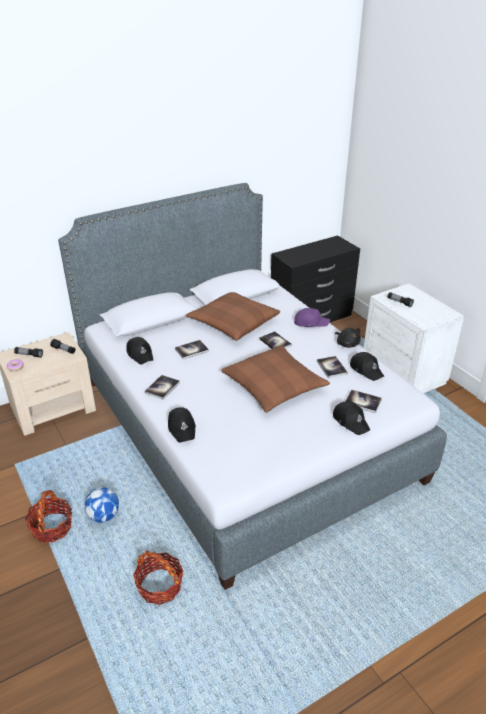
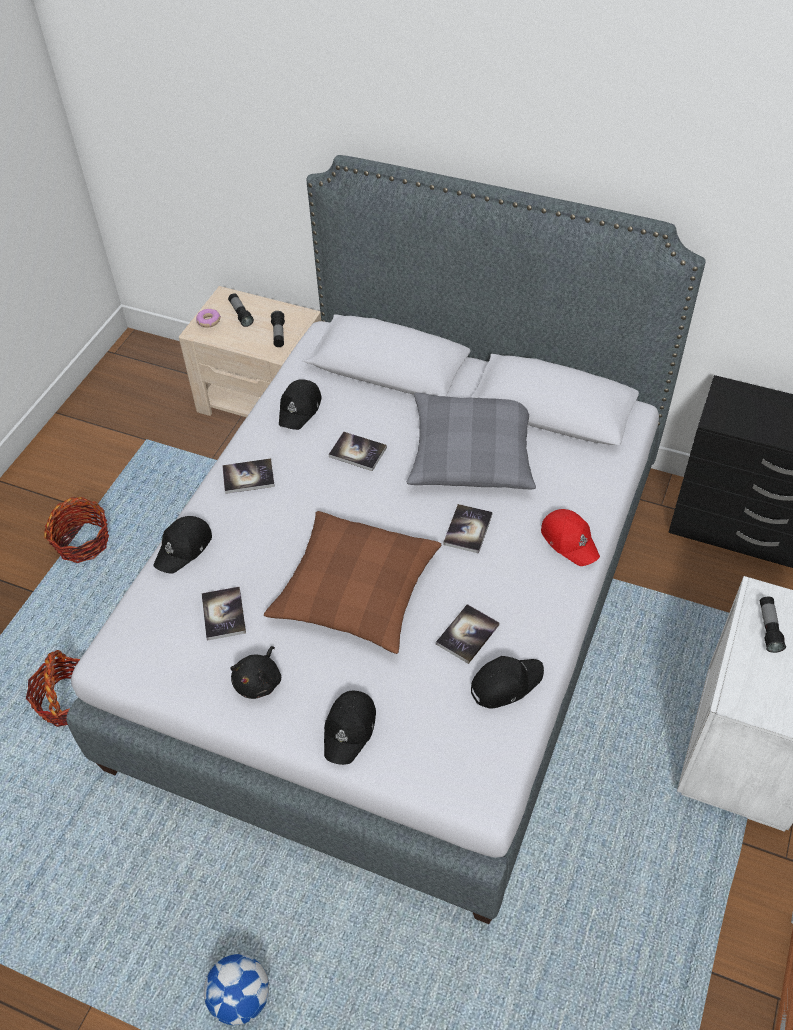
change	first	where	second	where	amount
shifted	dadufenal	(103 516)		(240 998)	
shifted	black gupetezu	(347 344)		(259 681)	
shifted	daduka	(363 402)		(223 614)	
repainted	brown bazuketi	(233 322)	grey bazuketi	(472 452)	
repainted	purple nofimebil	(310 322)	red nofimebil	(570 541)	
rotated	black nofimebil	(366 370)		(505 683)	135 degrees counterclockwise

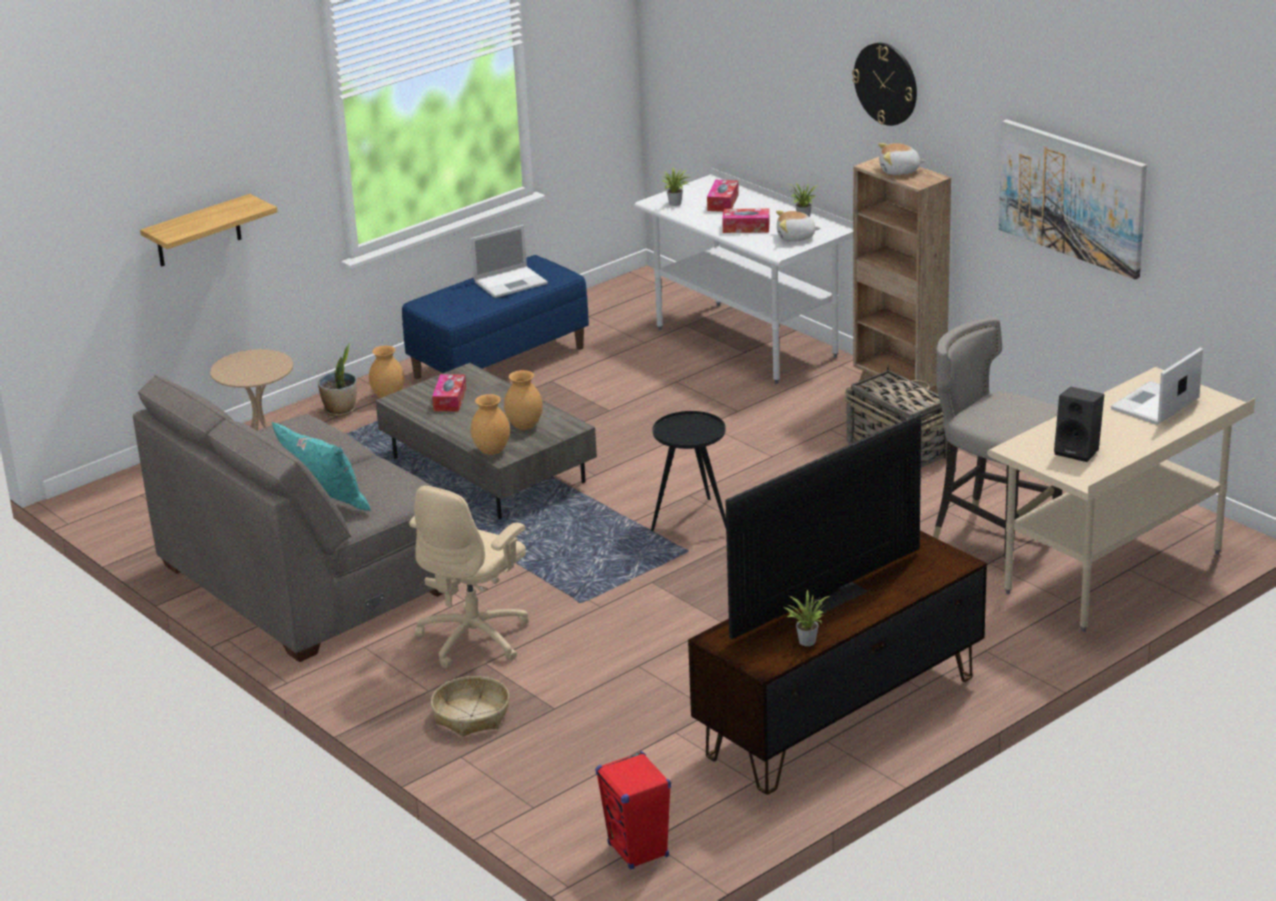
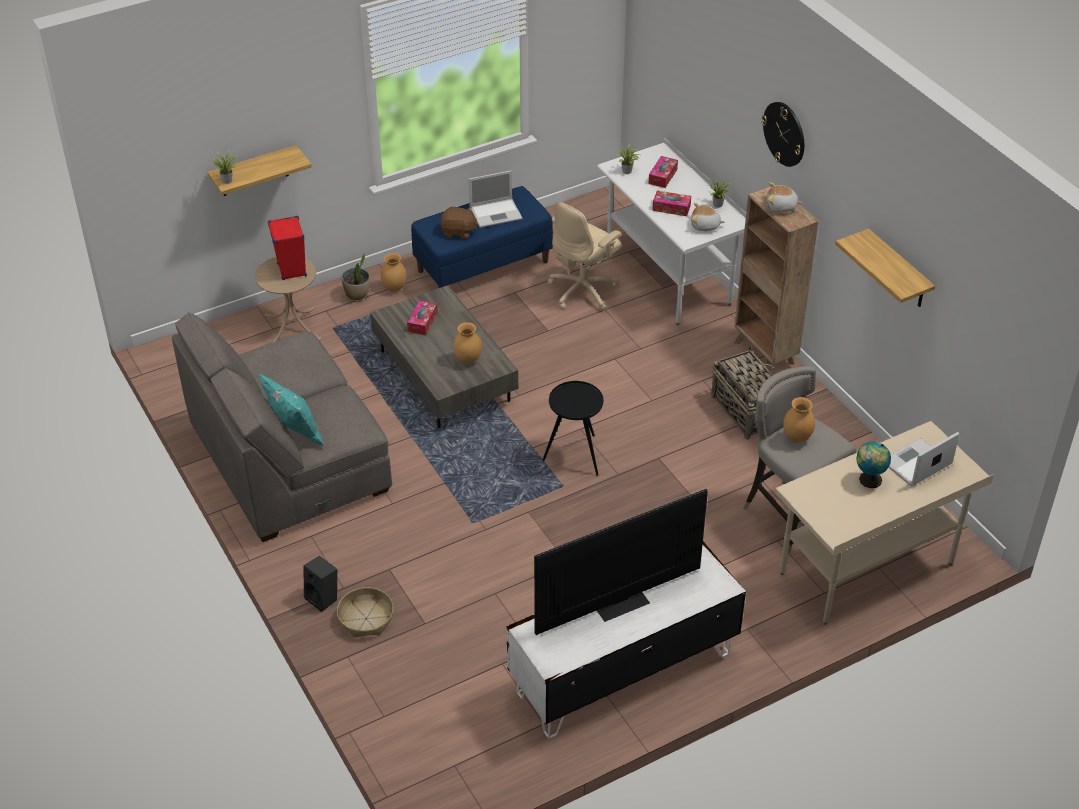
change	first	where	second	where	amount
new			brown gupetezu	(458 232)	
new			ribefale	(869 480)	
shifted	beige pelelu	(475 638)		(584 291)	
shifted	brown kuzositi	(491 451)		(796 438)	
shifted	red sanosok	(638 851)		(292 270)	
shifted	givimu	(806 640)		(226 180)	
shifted	black sanosok	(1079 451)		(323 598)	
swapped	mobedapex	(1072 197)	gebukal	(898 270)	
repainted	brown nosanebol	(839 715)	white nosanebol	(623 672)	

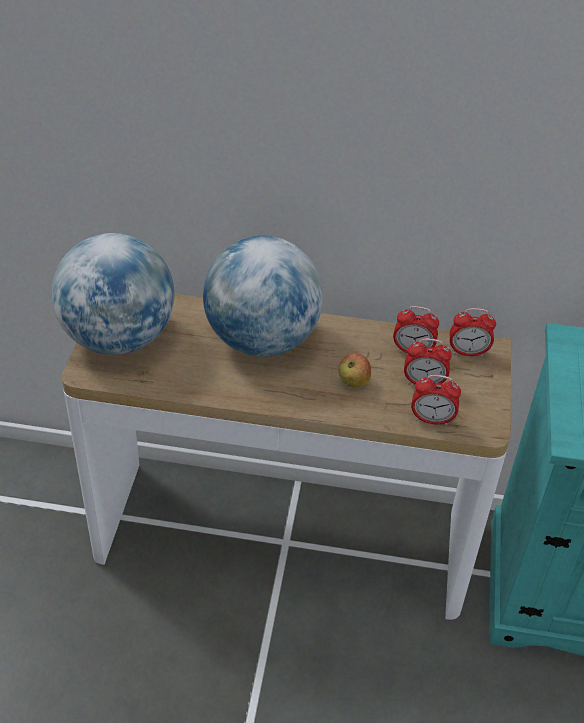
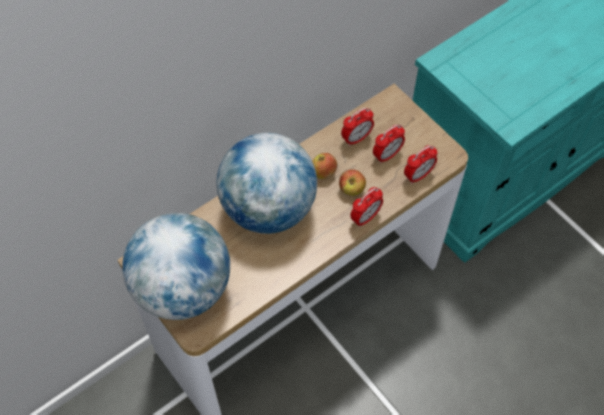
change	first	where	second	where	amount
new			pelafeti	(323 172)	
shifted	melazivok	(468 352)		(365 218)	

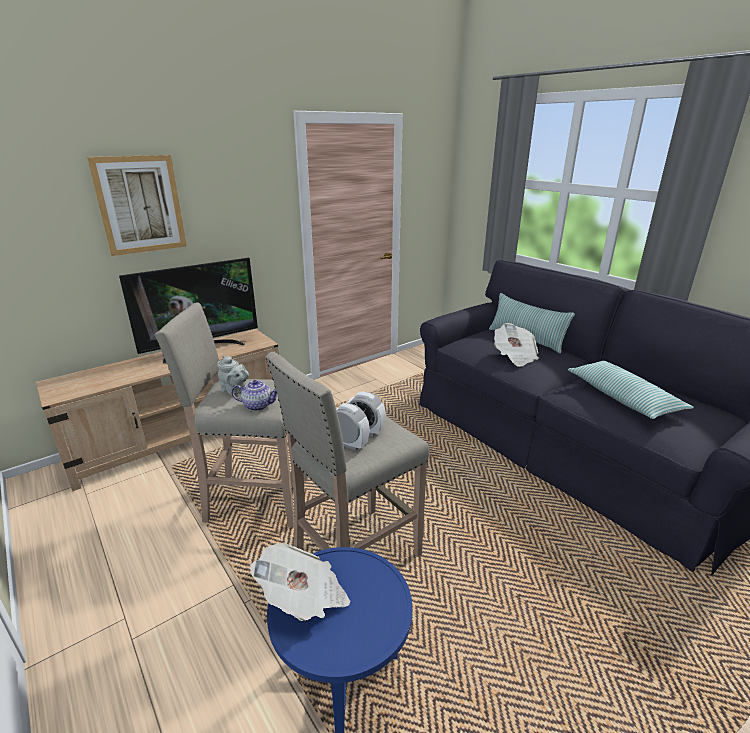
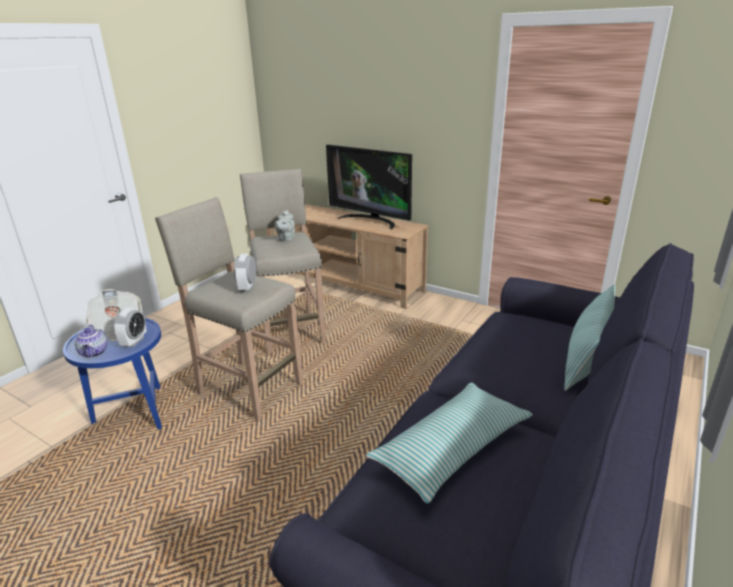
change	first	where	second	where	amount
gone	mobedapex	(140 205)			
gone	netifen	(514 356)			
shifted	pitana	(258 405)		(94 353)	
shifted	melazivok	(349 444)		(134 341)	

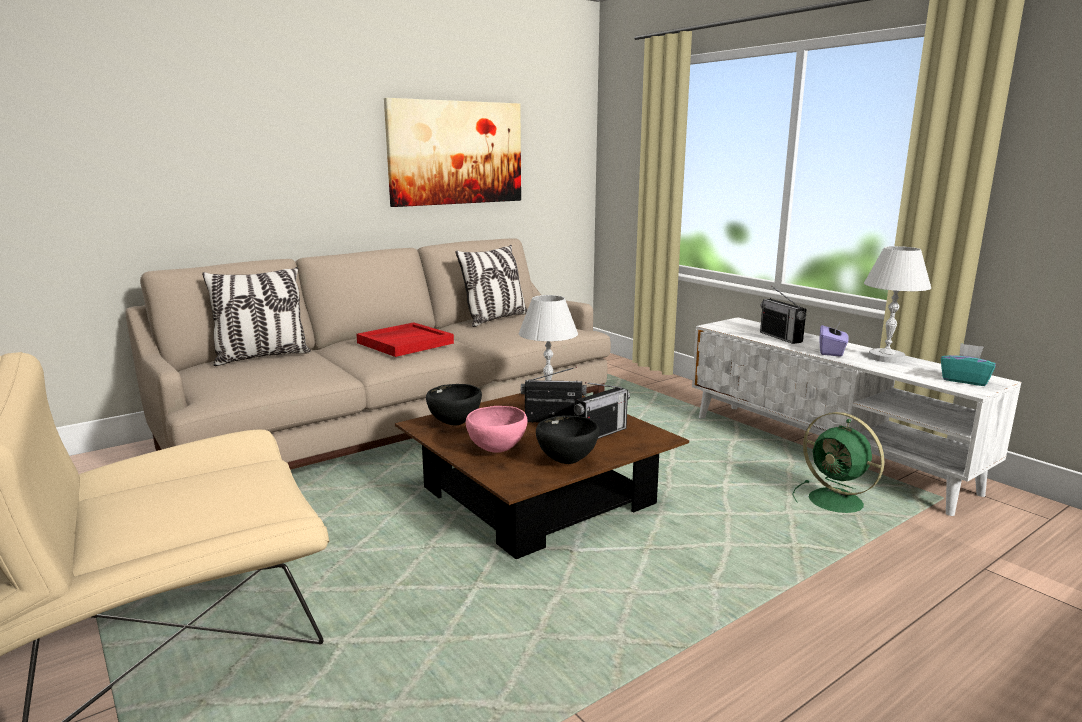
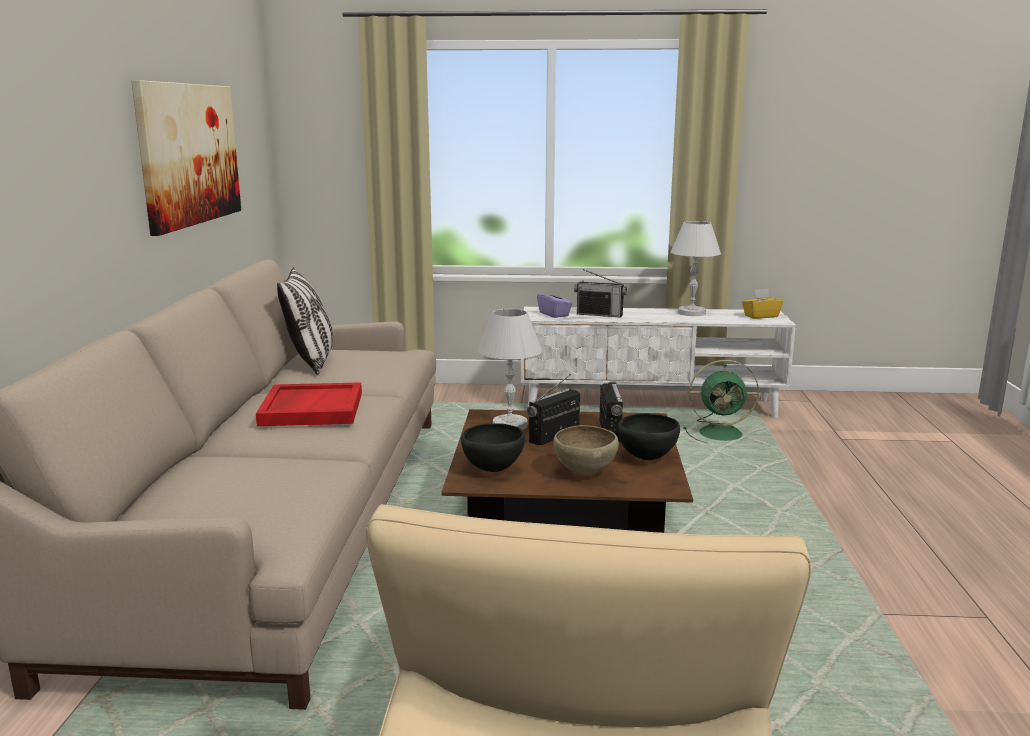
change	first	where	second	where	amount
gone	bazuketi	(262 357)			
shifted	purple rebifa	(831 352)		(554 314)	
repainted	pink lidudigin	(497 450)	brown lidudigin	(584 473)	
repainted	turquoise rebifa	(965 380)	yellow rebifa	(761 316)	

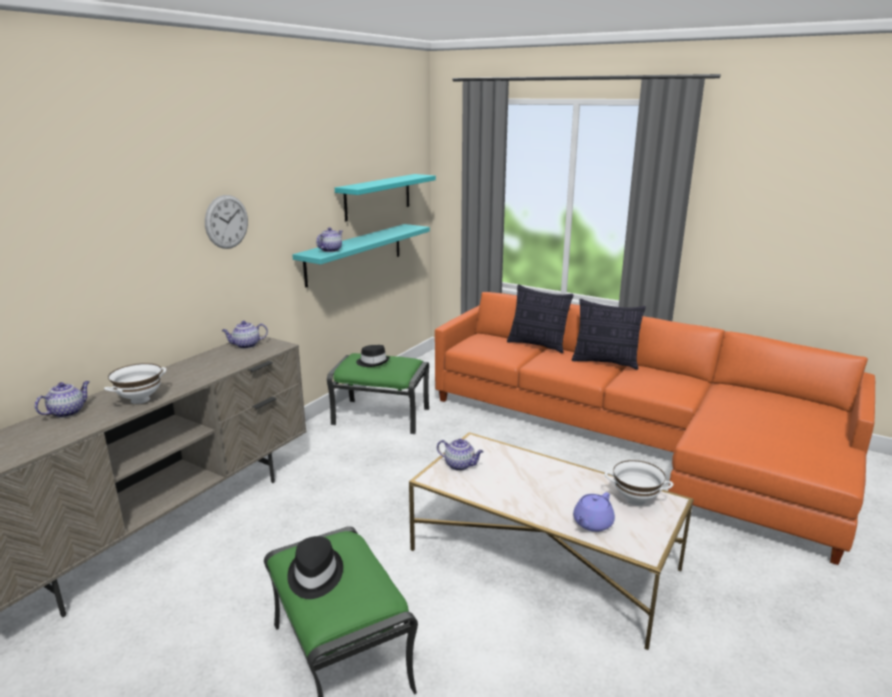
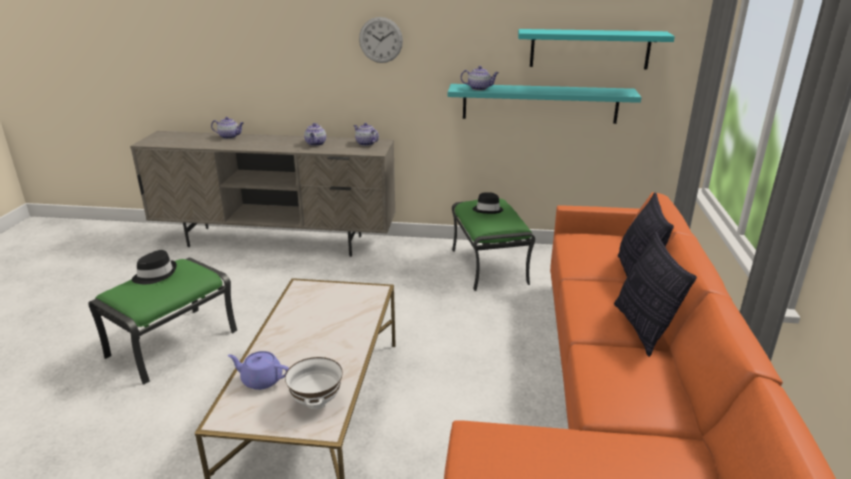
change	first	where	second	where	amount
gone	white lidudigin	(140 400)			
shifted	pitana	(460 465)		(316 144)	

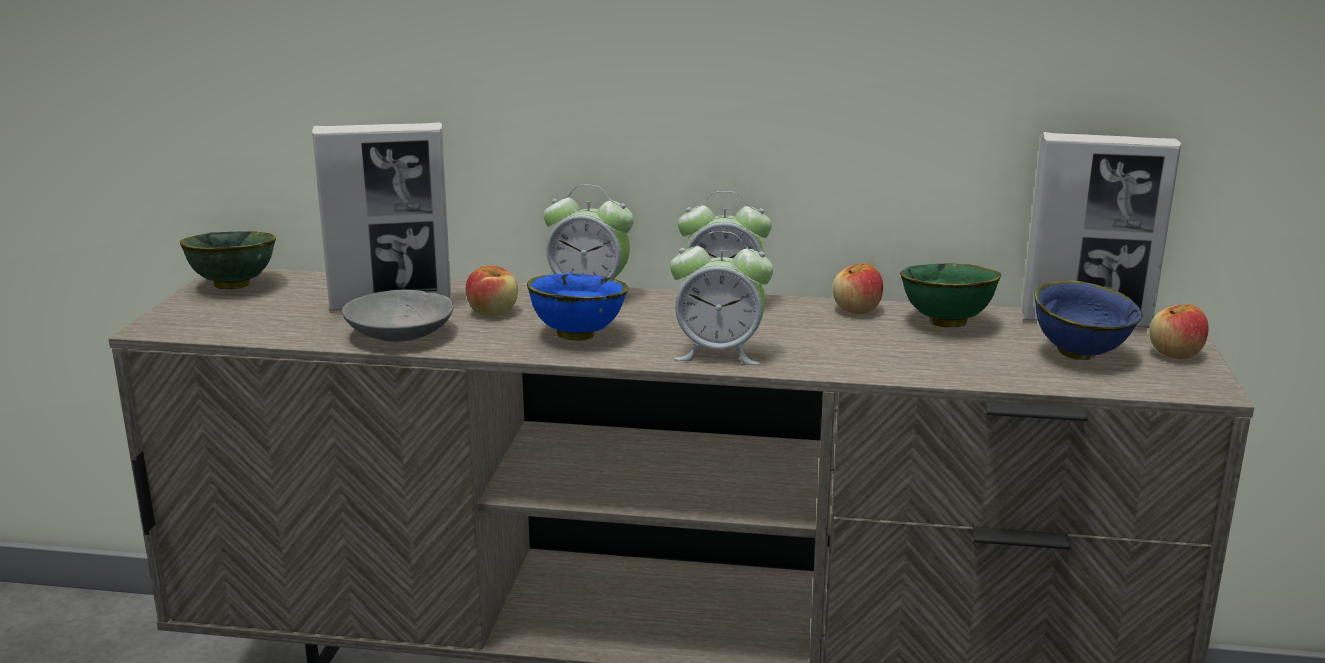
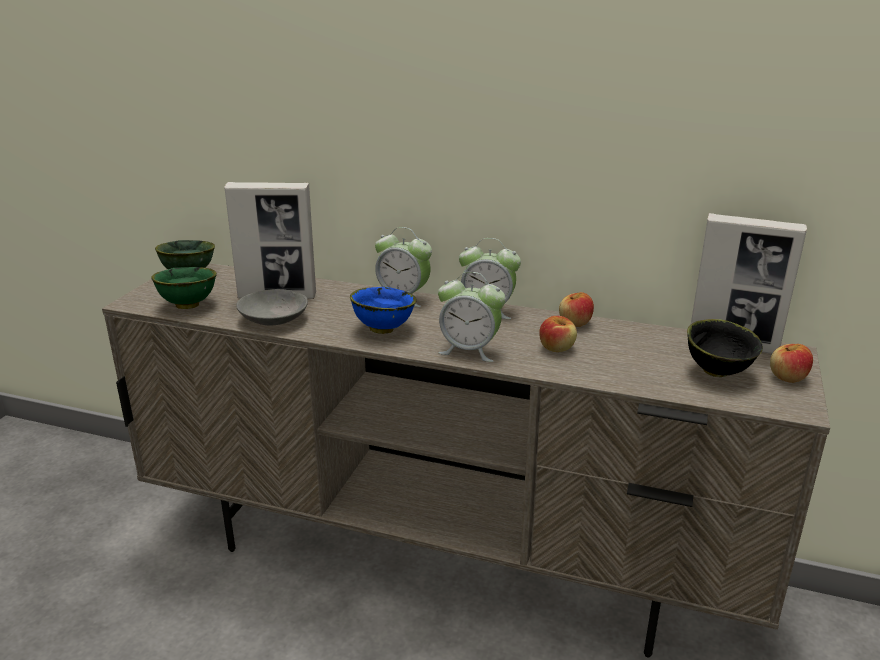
change	first	where	second	where	amount
shifted	pelafeti	(493 311)		(557 347)	
shifted	green lidudigin	(944 323)		(187 305)	
repainted	blue lidudigin	(1080 354)	black lidudigin	(718 372)	

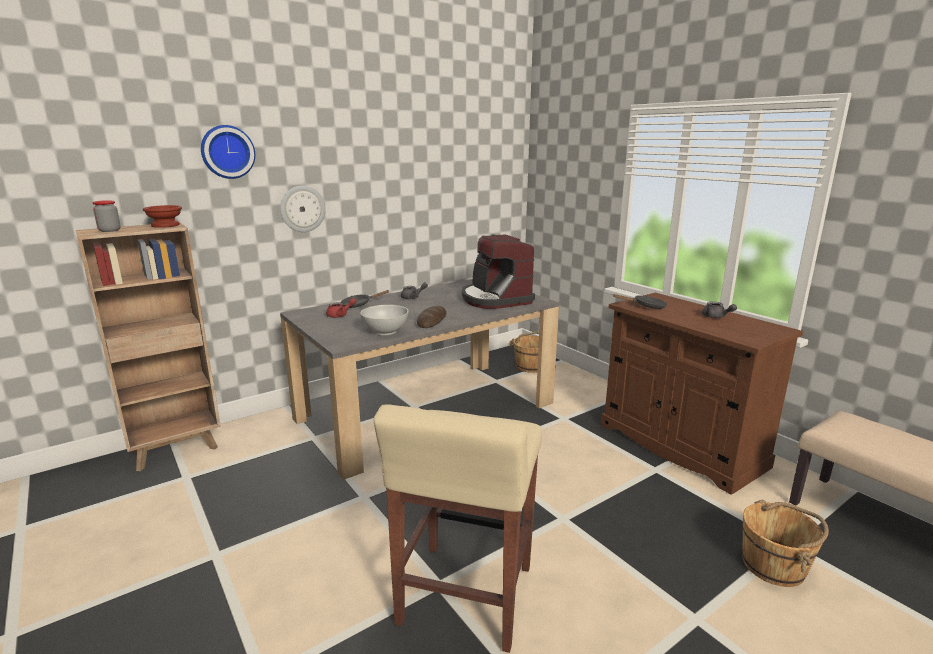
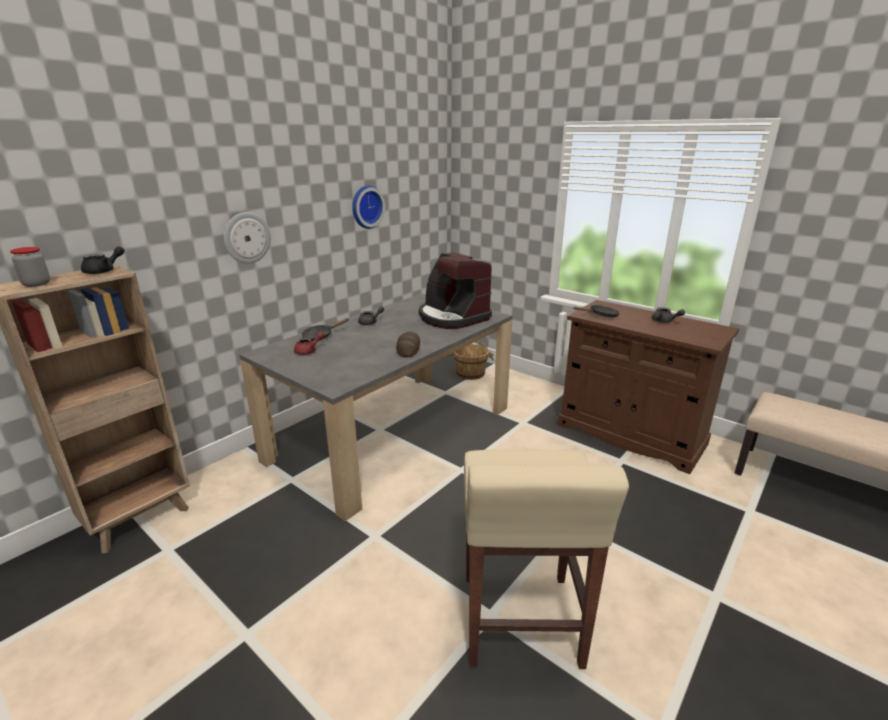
change	first	where	second	where	amount
gone	white lidudigin	(385 331)			
gone	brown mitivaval	(774 565)			
shifted	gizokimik	(227 152)		(366 206)	
swapped	brown lidudigin	(166 225)	black pitana	(104 271)	

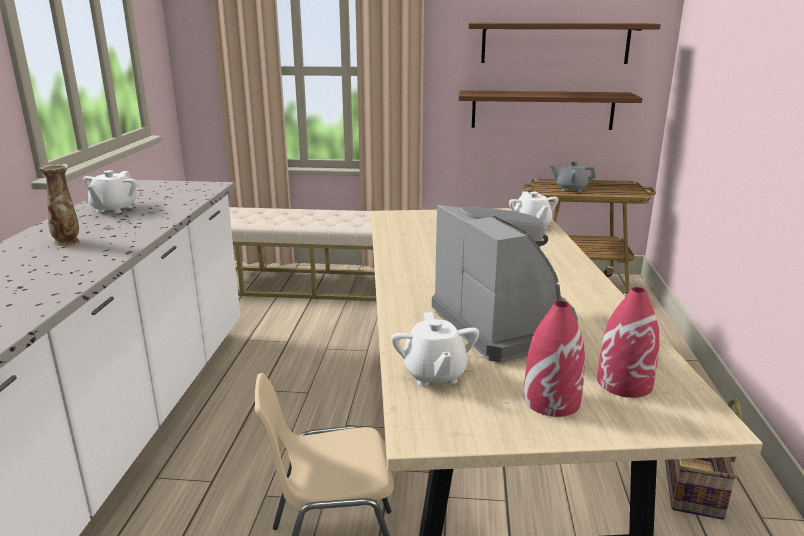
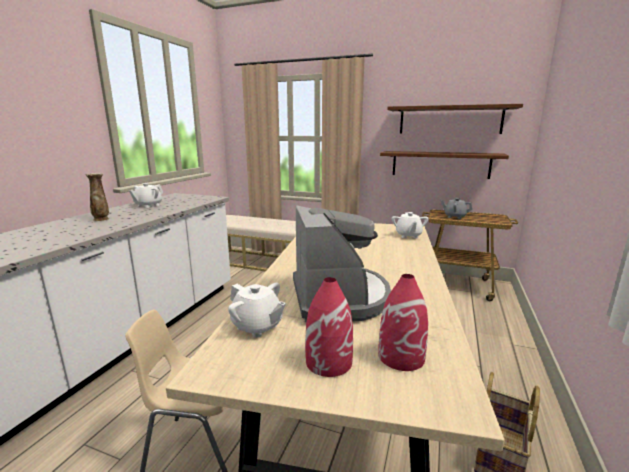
change	first	where	second	where	amount
rotated	white pitana	(434 374)		(257 326)	60 degrees counterclockwise

